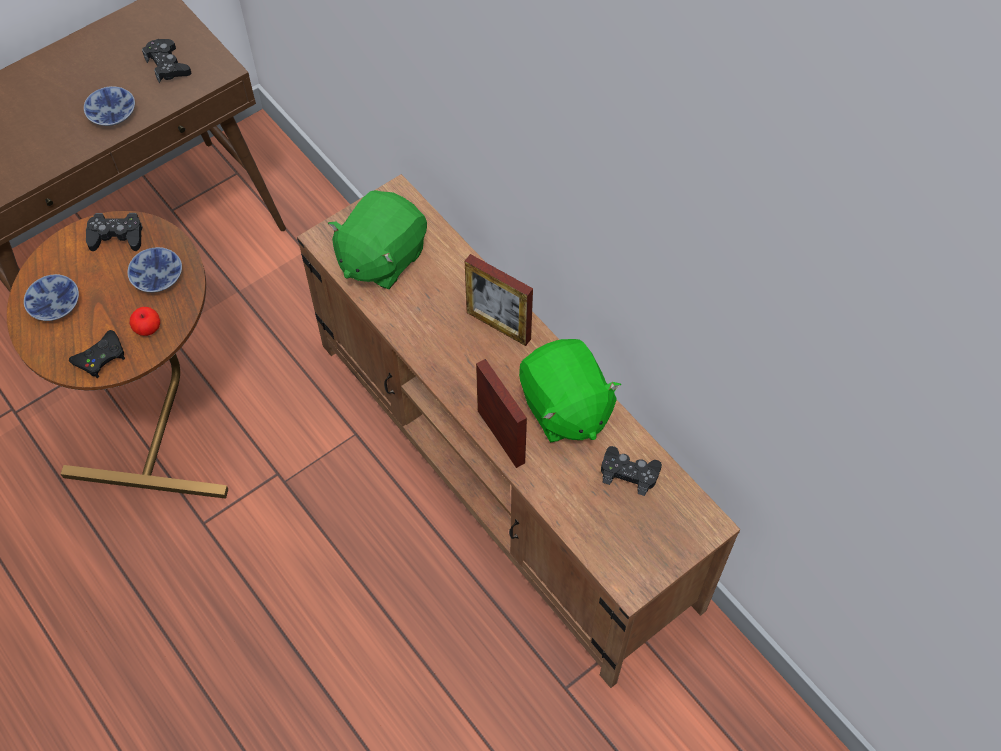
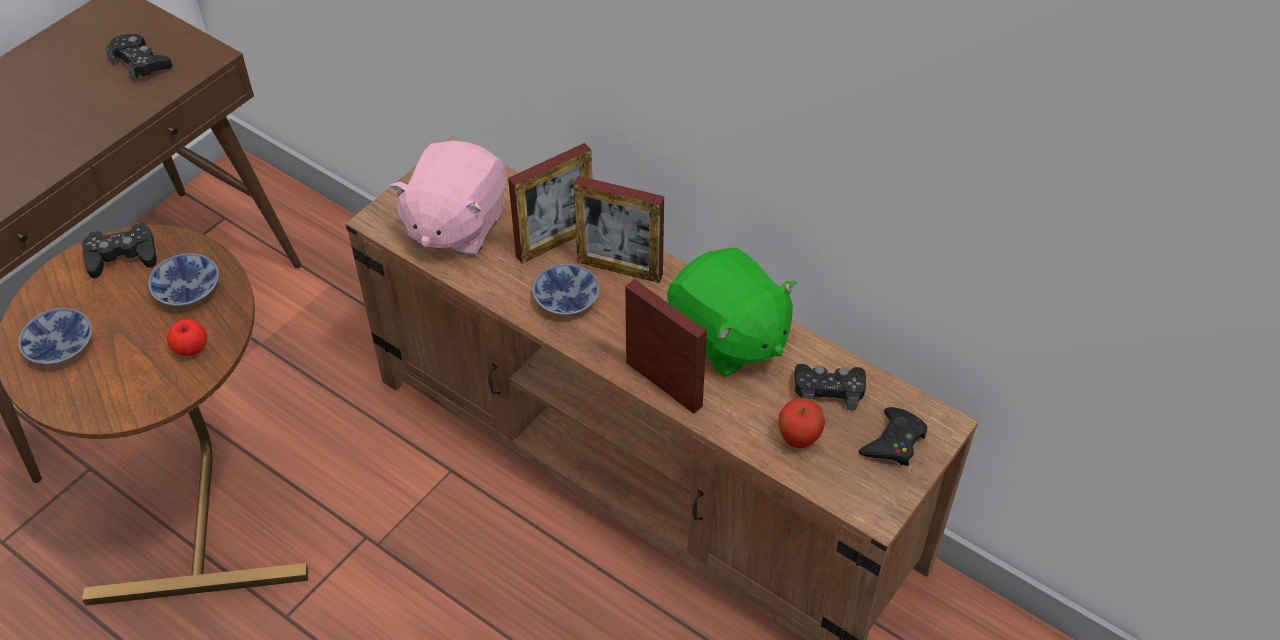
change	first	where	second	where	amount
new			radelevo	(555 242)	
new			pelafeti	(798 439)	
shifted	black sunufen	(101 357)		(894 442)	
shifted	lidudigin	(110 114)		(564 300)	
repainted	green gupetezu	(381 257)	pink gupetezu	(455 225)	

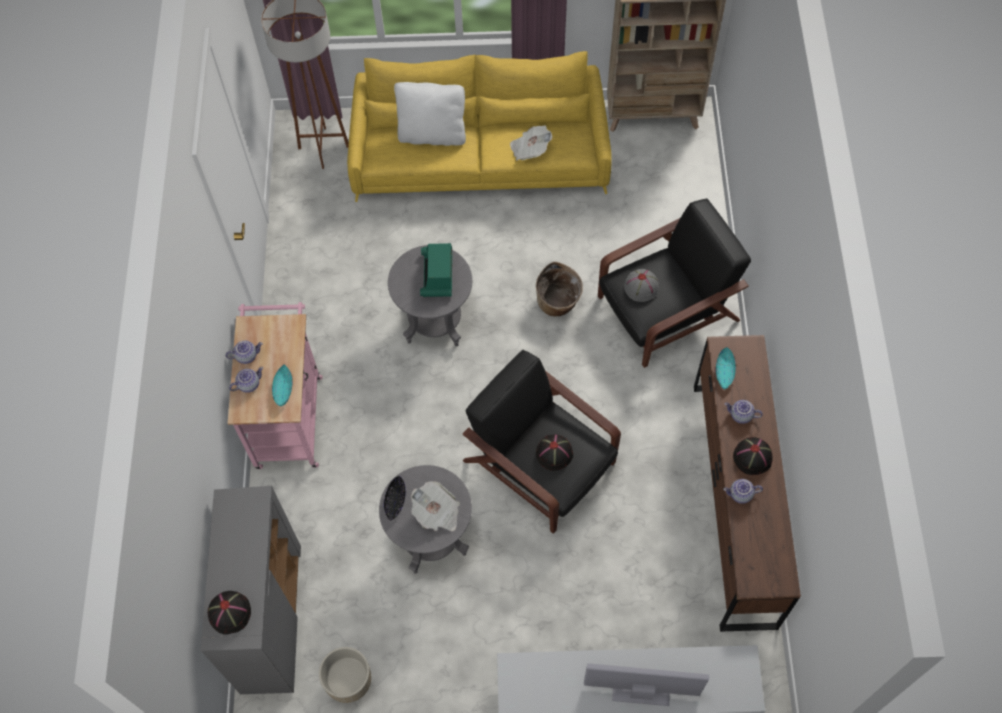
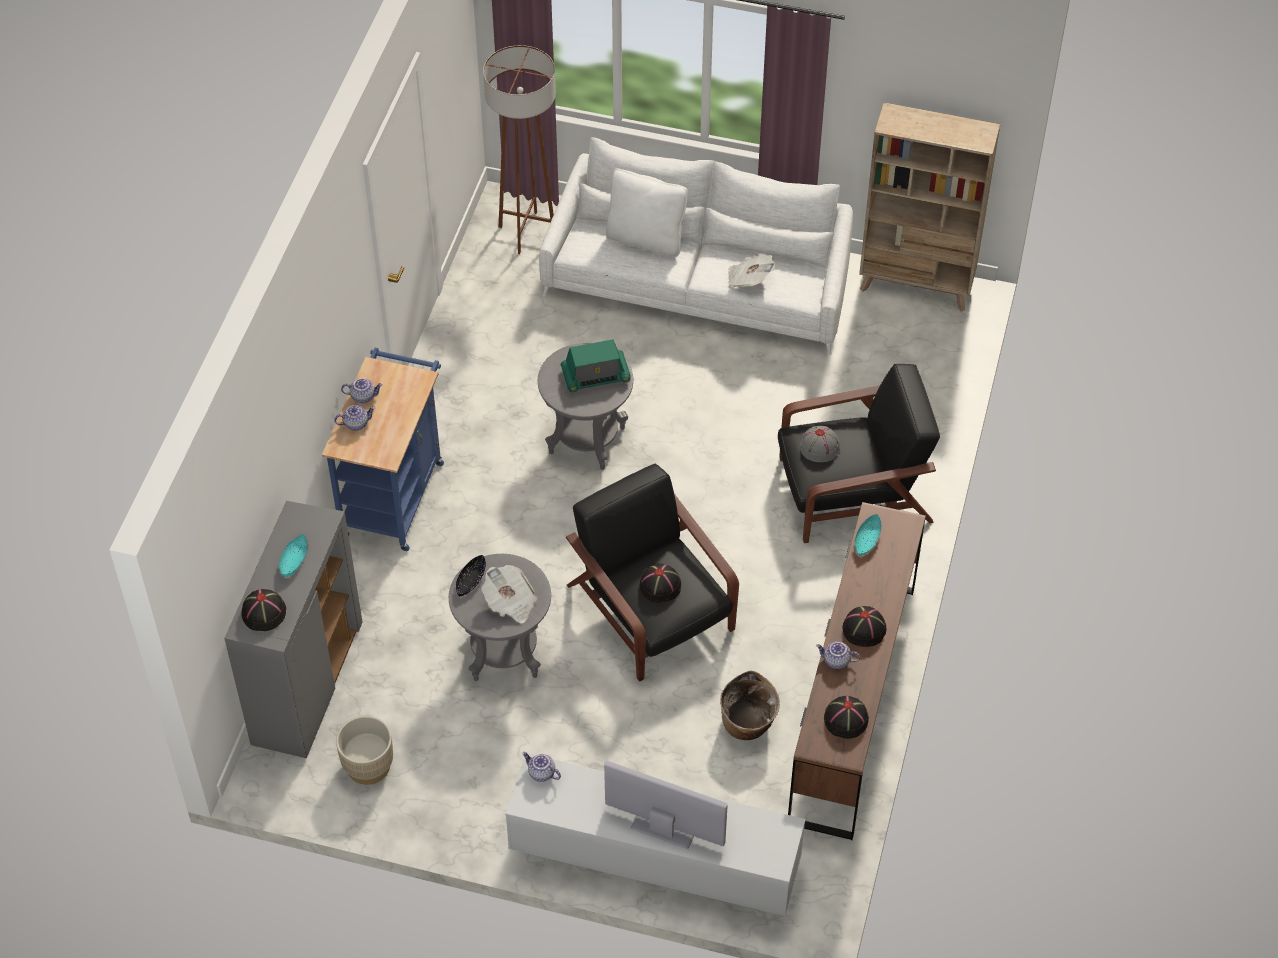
change	first	where	second	where	amount
new			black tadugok	(846 720)	
shifted	turquoise lidudigin	(283 388)		(294 560)	
shifted	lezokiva	(558 303)		(748 725)	
shifted	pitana	(740 416)		(541 773)	
repainted	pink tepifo	(289 415)	blue tepifo	(394 492)	
repainted	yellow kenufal	(480 159)	white kenufal	(699 285)	
rotated	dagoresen	(437 275)		(595 375)	120 degrees counterclockwise

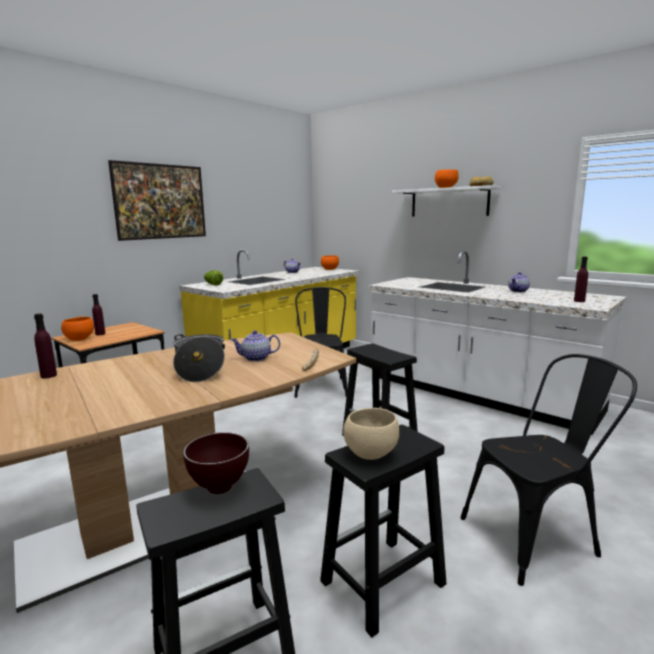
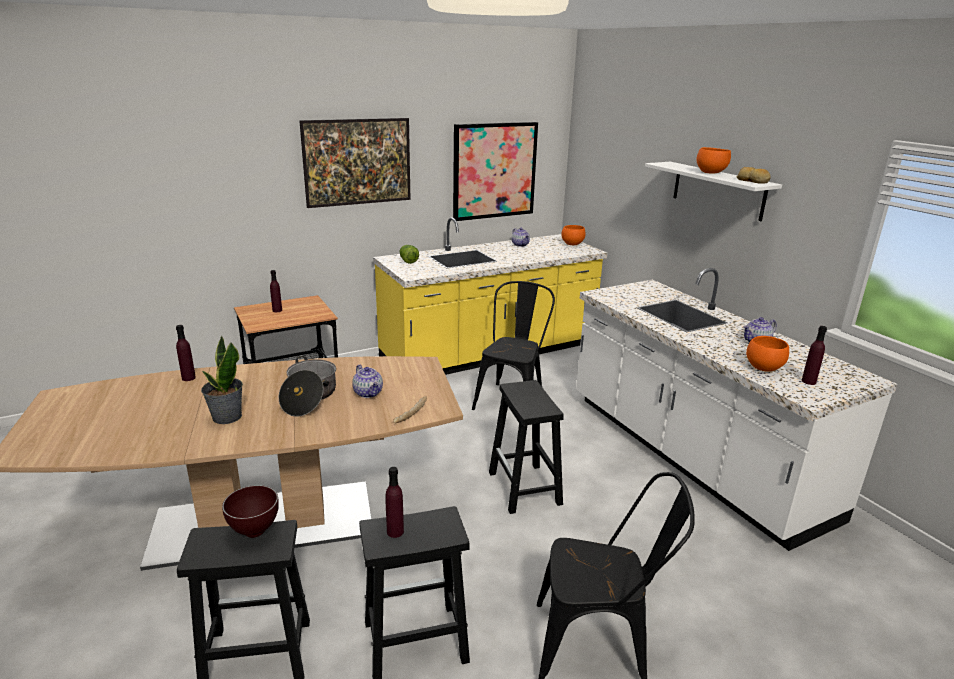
change	first	where	second	where	amount
new			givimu	(226 417)	
new			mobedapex	(494 171)	
shifted	orange lidudigin	(79 339)		(762 368)	
swapped	beige lidudigin	(369 453)	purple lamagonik	(395 532)	
rotated	pitana	(256 358)		(368 393)	135 degrees counterclockwise

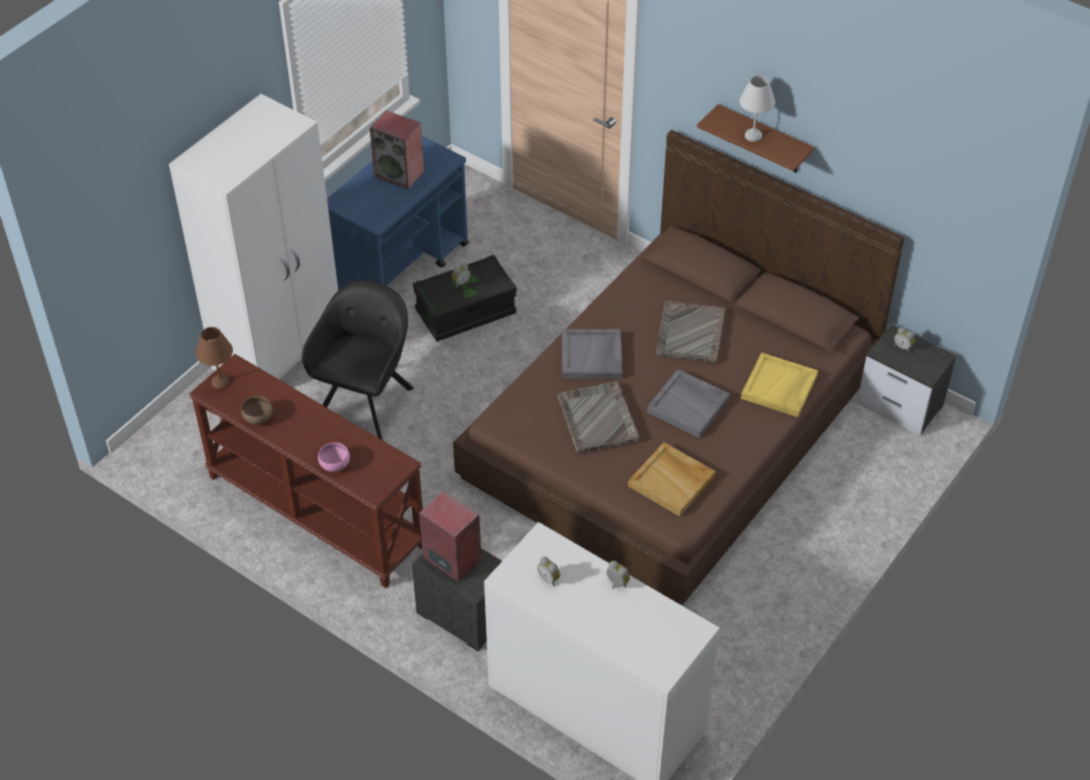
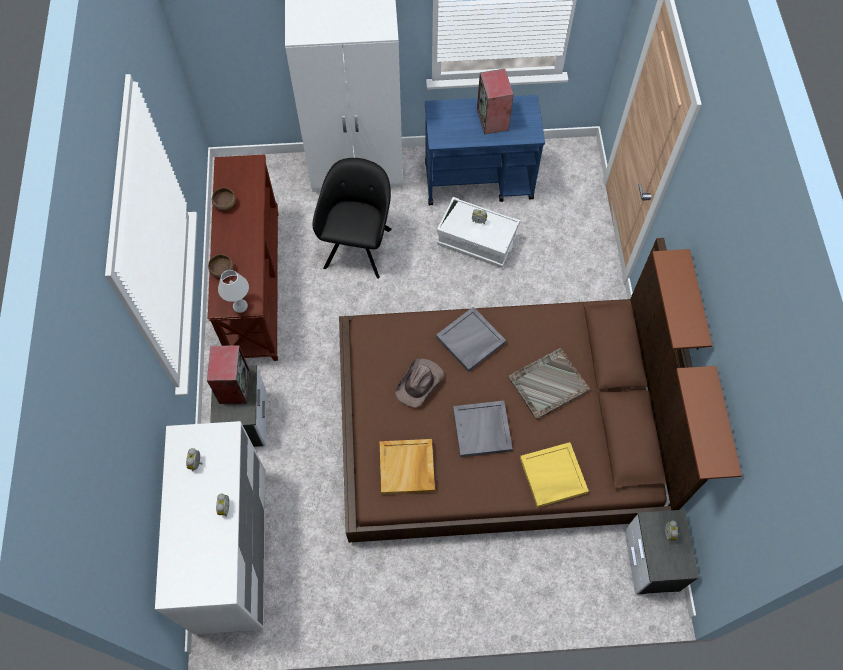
change	first	where	second	where	amount
gone	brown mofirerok	(221 382)			
new			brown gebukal	(722 426)	
shifted	white mofirerok	(754 135)		(241 306)	
swapped	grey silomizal	(597 418)	brown tadugok	(420 383)	
repainted	pink lidudigin	(334 464)	brown lidudigin	(222 270)	
repainted	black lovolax	(465 312)	white lovolax	(476 241)	
rotated	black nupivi	(366 400)		(358 245)	60 degrees counterclockwise

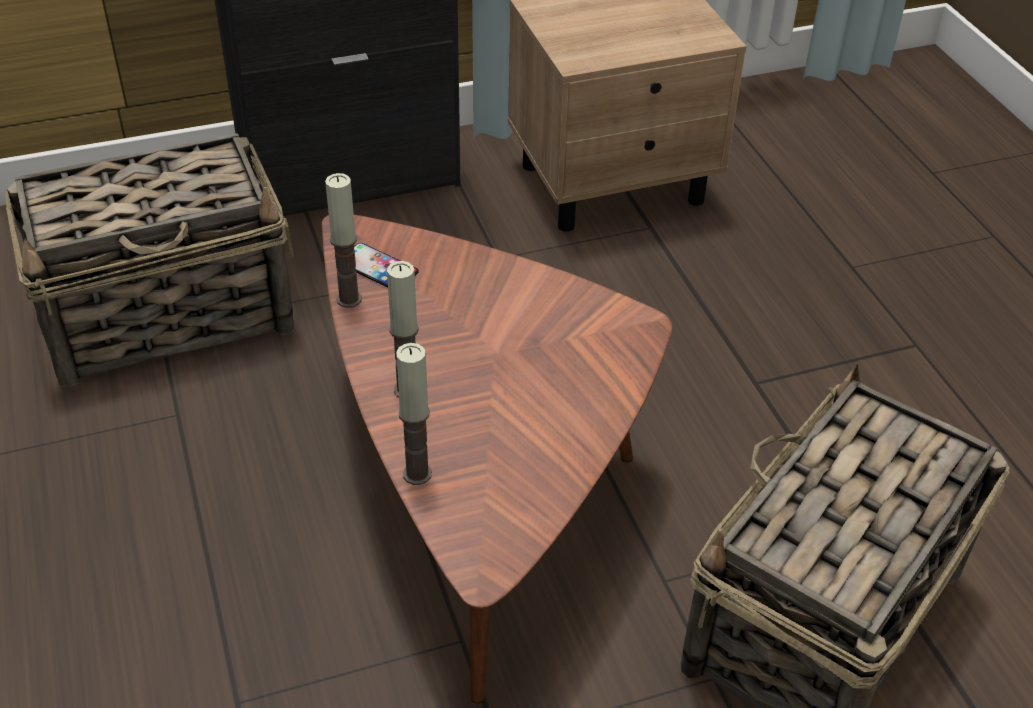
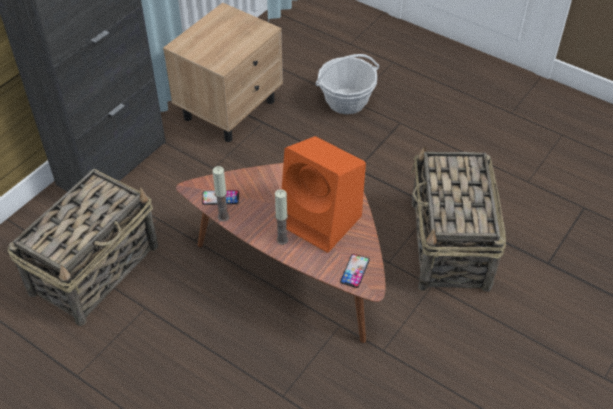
change	first	where	second	where	amount
gone	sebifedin	(417 474)			
new			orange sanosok	(322 221)	
new			lezokiva	(346 101)	
new			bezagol	(355 271)	

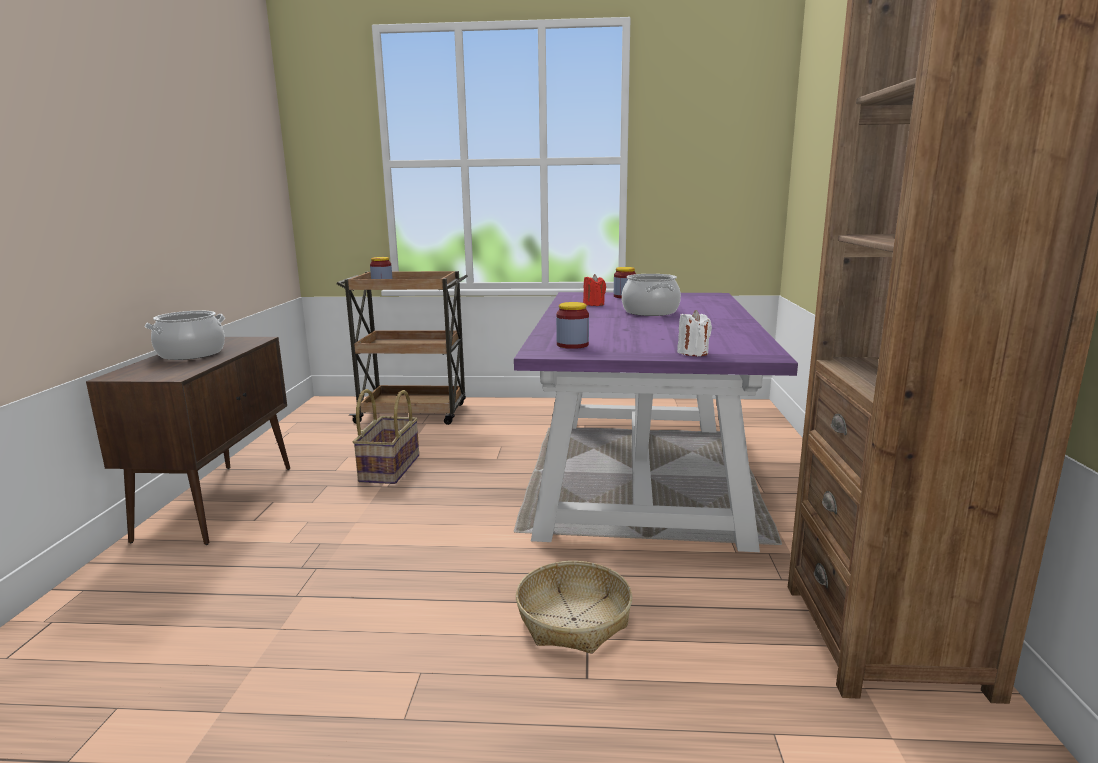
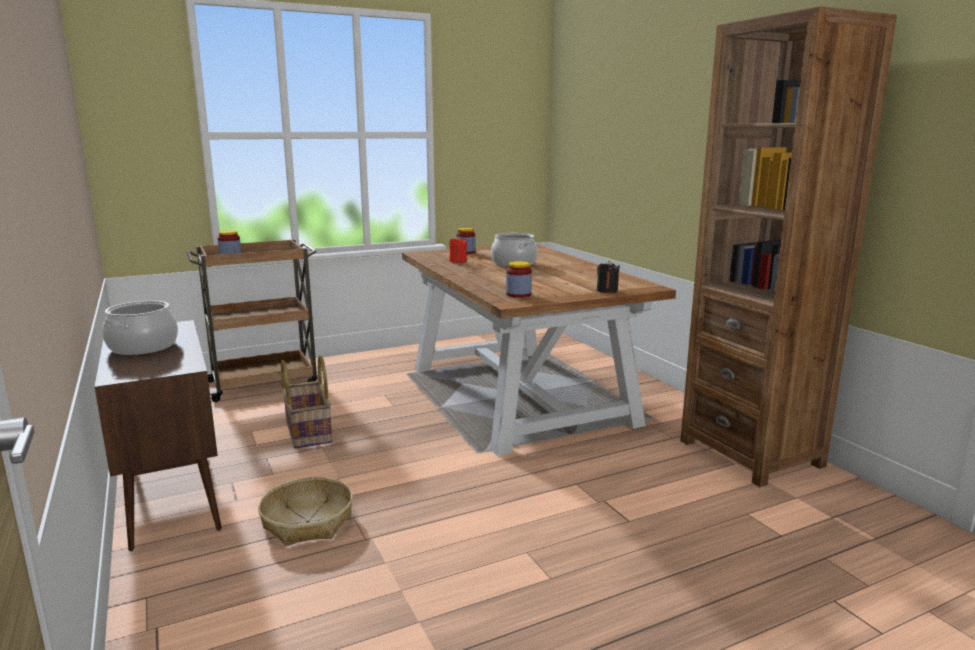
change	first	where	second	where	amount
shifted	lezokiva	(573 619)		(307 522)	
repainted	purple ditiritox	(639 473)	brown ditiritox	(517 394)	
repainted	white sebifedin	(693 353)	black sebifedin	(607 291)	

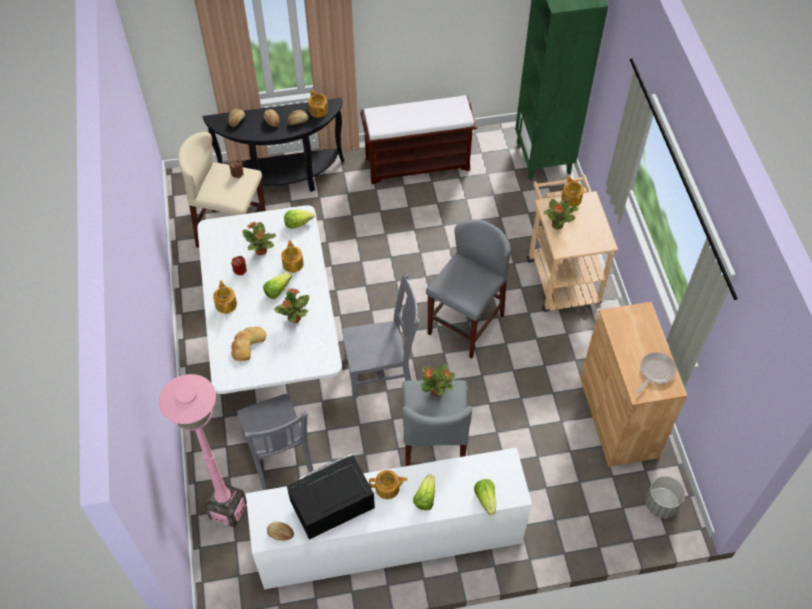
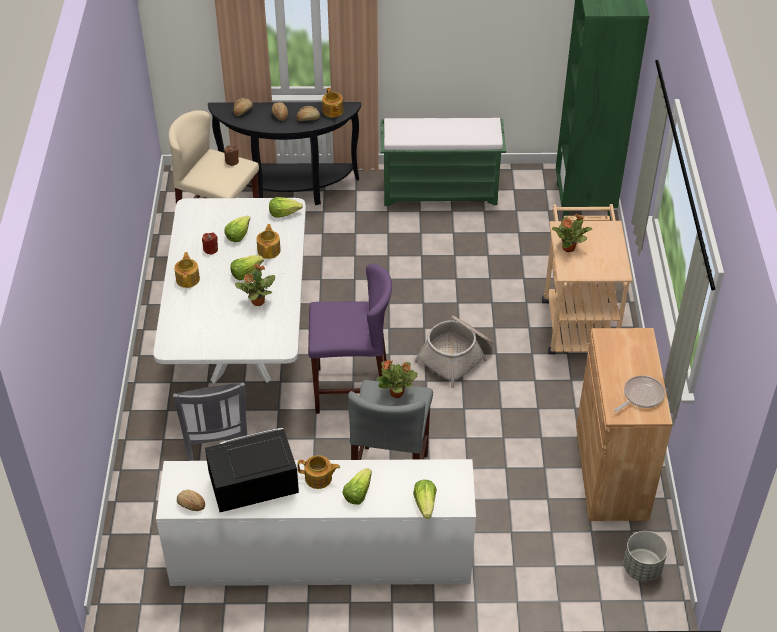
change	first	where	second	where	amount
gone	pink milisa	(227 510)			
gone	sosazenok	(247 344)			
gone	pitana	(571 198)			
swapped	givimu	(261 251)	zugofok	(238 234)	
swapped	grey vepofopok	(381 371)	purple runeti	(351 389)	
swapped	grey runeti	(465 324)	lezokiva	(457 356)	
repainted	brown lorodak	(418 163)	green lorodak	(441 191)	

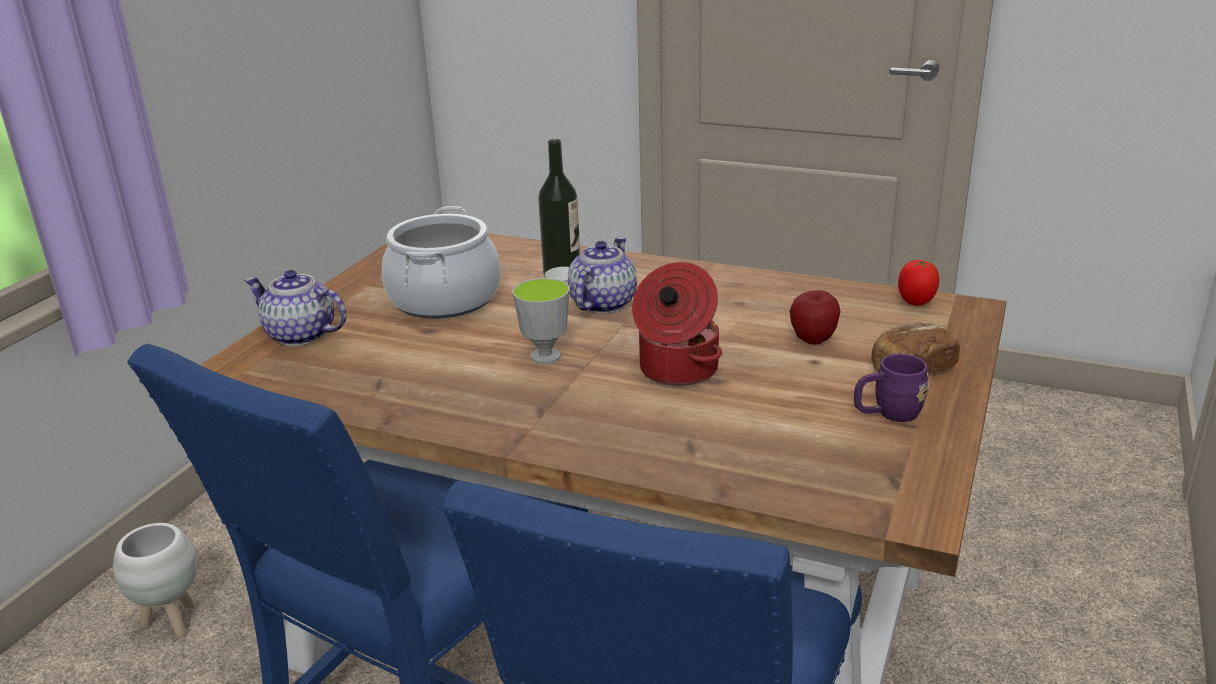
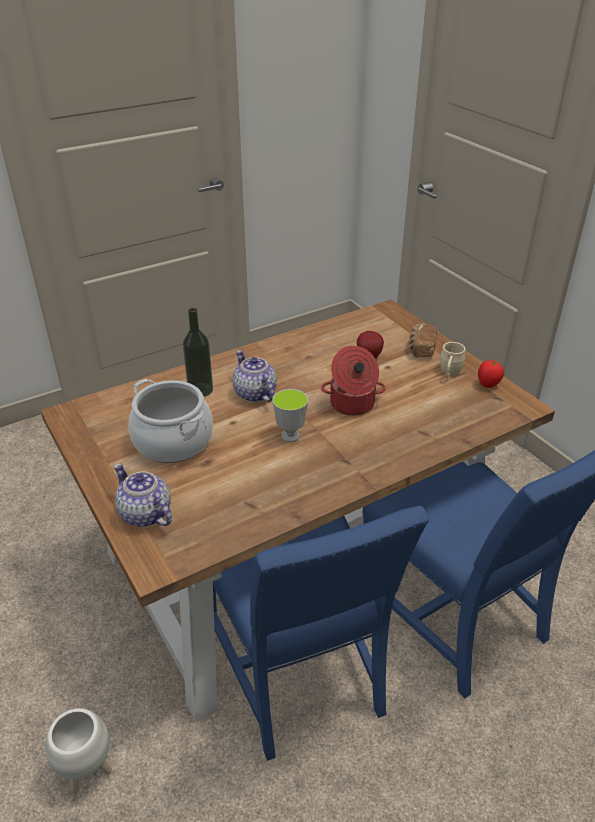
change	first	where	second	where	amount
shifted	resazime	(916 303)		(487 385)	
repainted	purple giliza	(887 414)	beige giliza	(449 373)	
rotated	pitana	(301 335)		(145 514)	75 degrees clockwise

